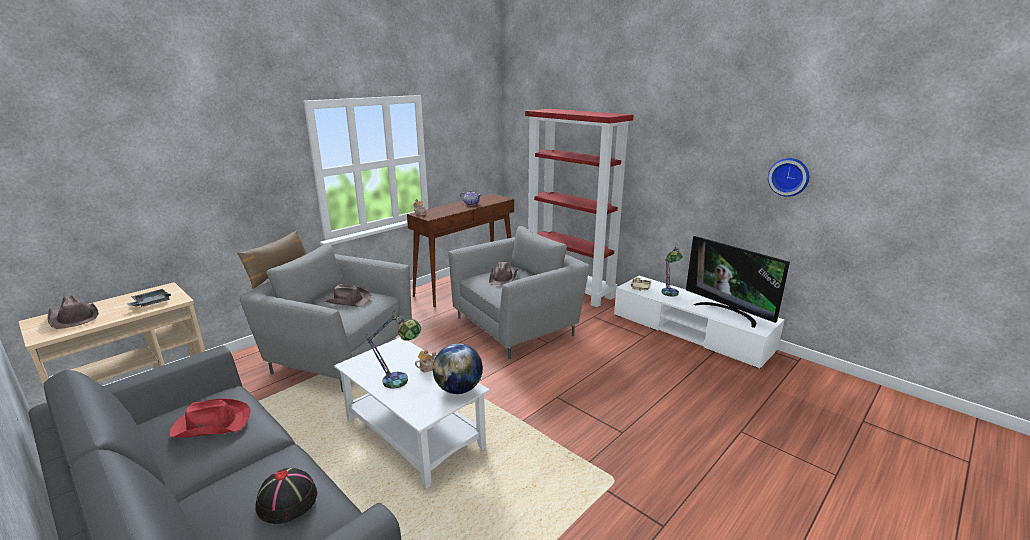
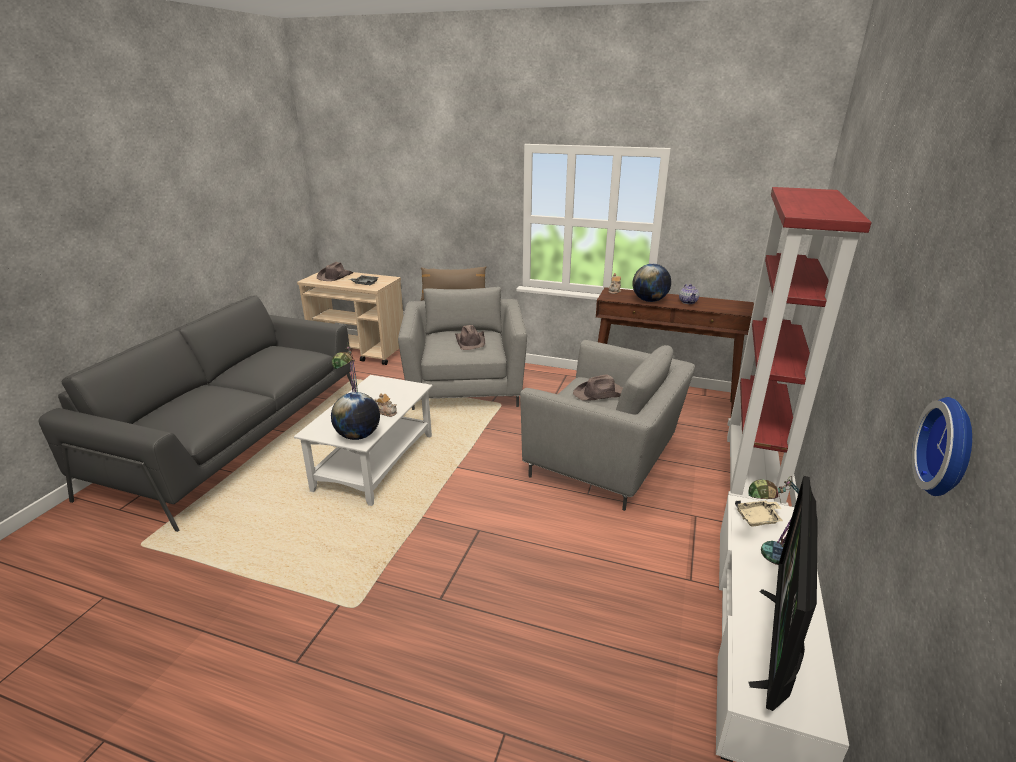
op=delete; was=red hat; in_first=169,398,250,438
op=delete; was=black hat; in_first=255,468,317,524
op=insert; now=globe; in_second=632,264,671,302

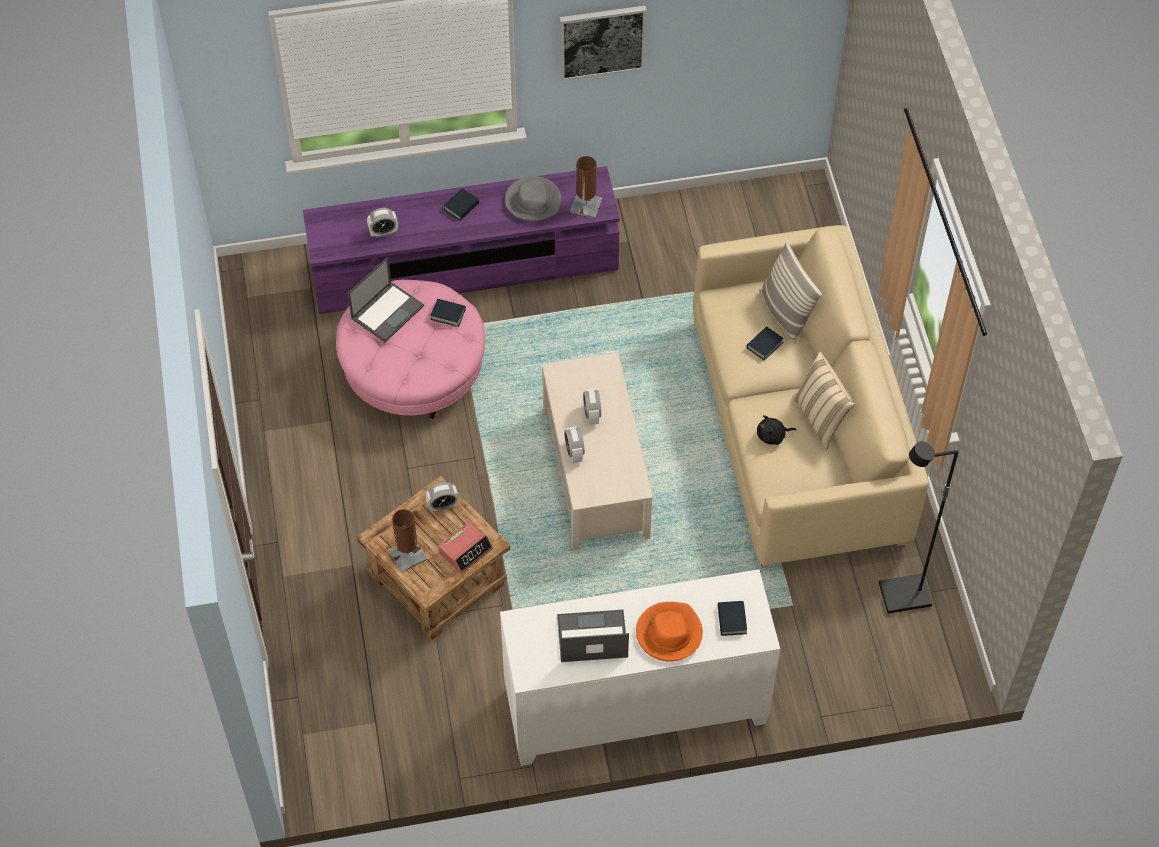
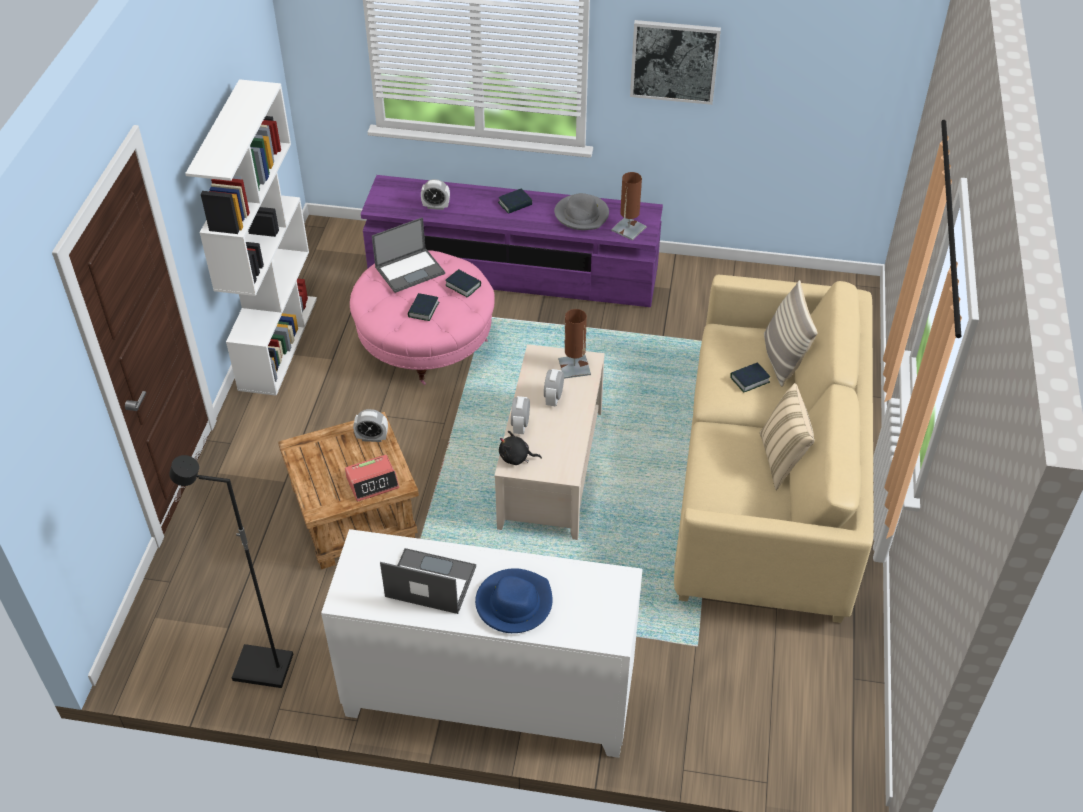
op=move; was=brown table lamp; in_first=389,509,427,572; in_second=558,309,591,379
op=recolor; was=orange hat; now=blue hat; in_first=636,602,703,662; in_second=475,568,553,633
op=move; was=book; in_first=718,601,747,636; in_second=408,293,439,321
op=move; was=black plush toy; in_first=757,415,796,445; in_second=499,431,542,465
op=move; was=black floor lamp; in_first=879,441,959,614; in_second=169,455,293,688
op=insert; now=white bookcase; in_second=185,79,317,396

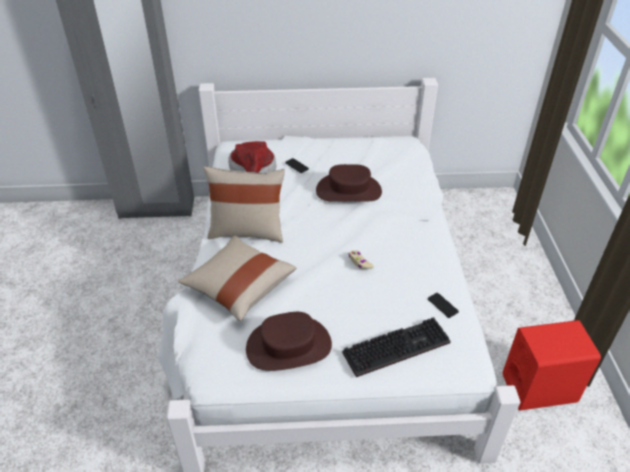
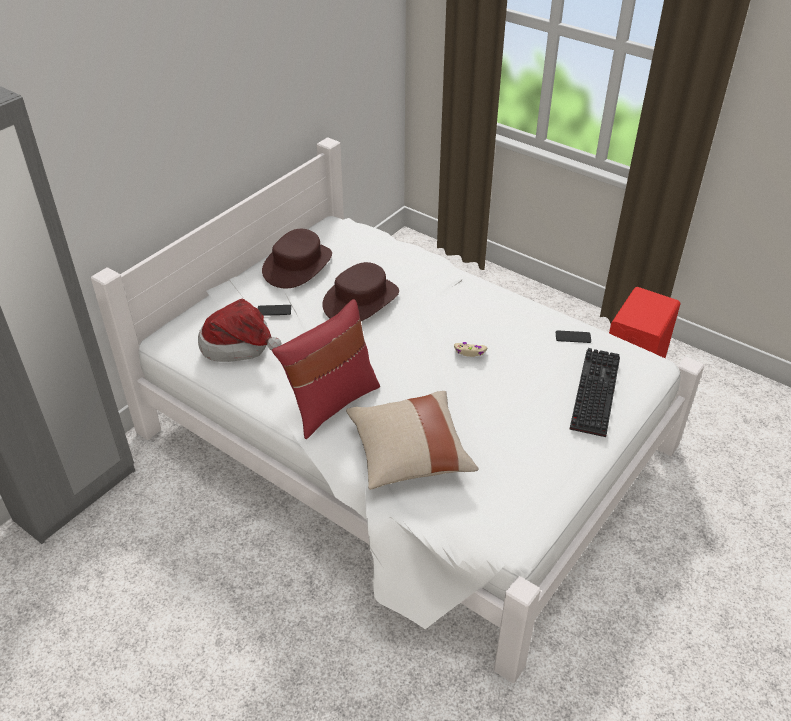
op=recolor; was=beige pillow; now=red pillow; in_first=203,166,285,243; in_second=272,299,380,439
op=move; was=brown hat; in_first=246,312,332,371; in_second=262,229,332,288

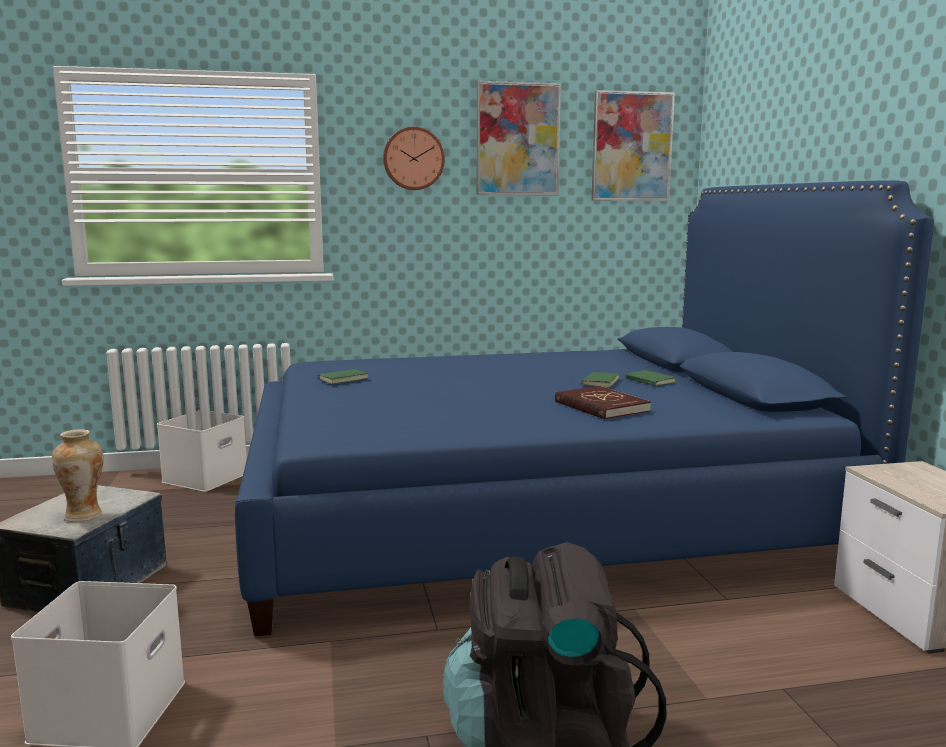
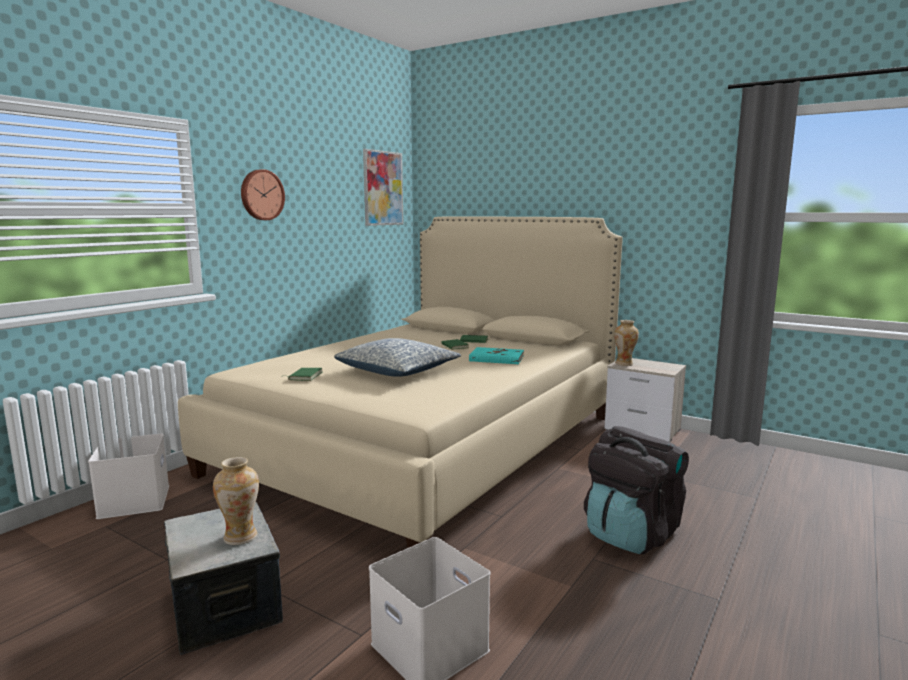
op=recolor; was=blue bed; now=beige bed; in_first=235,181,934,637; in_second=178,216,623,548
op=delete; was=picture; in_first=477,81,561,195
op=recolor; was=red book; now=turquoise book; in_first=555,386,651,420; in_second=469,347,524,364
op=insert; now=pillow; in_second=334,338,461,377
op=insert; now=vase; in_second=614,320,639,366

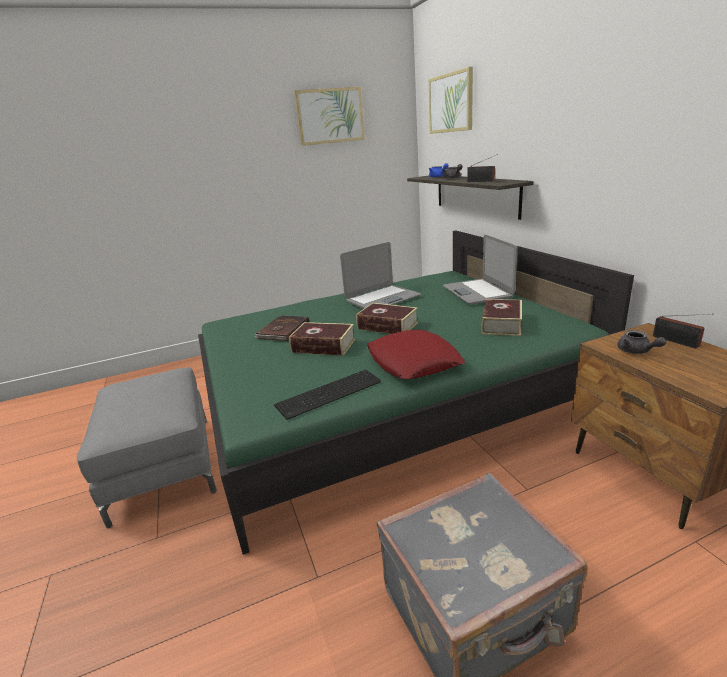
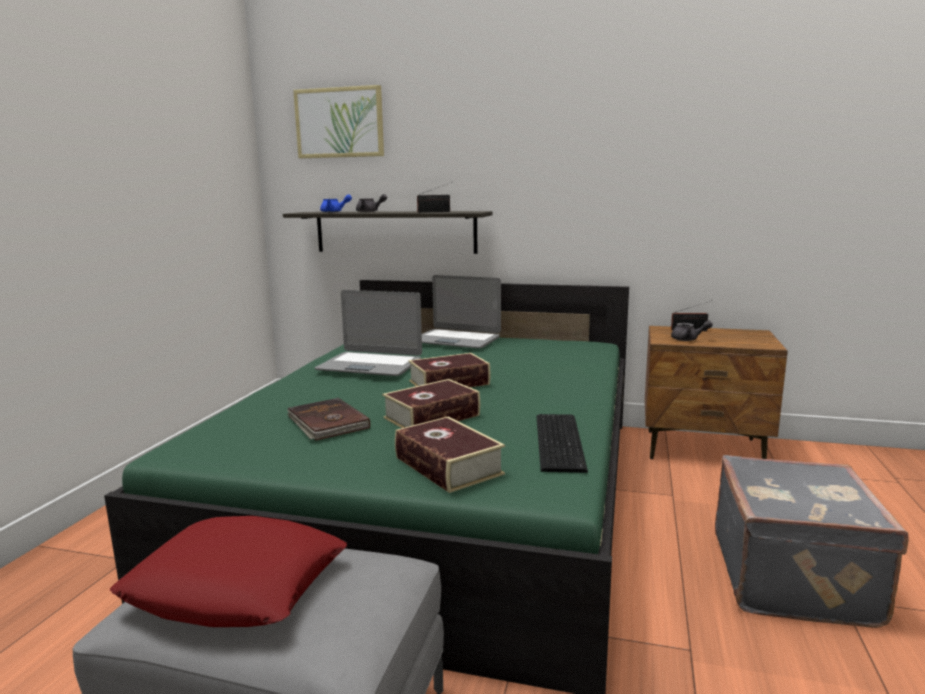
op=delete; was=picture; in_first=294,87,365,146
op=rotate; was=laptop; in_first=340,242,421,309; in_second=315,290,422,376; clockwise=105
op=move; was=red pillow; in_first=367,330,465,379; in_second=110,516,347,627
op=move; was=book; in_first=481,299,522,336; in_second=395,416,505,493

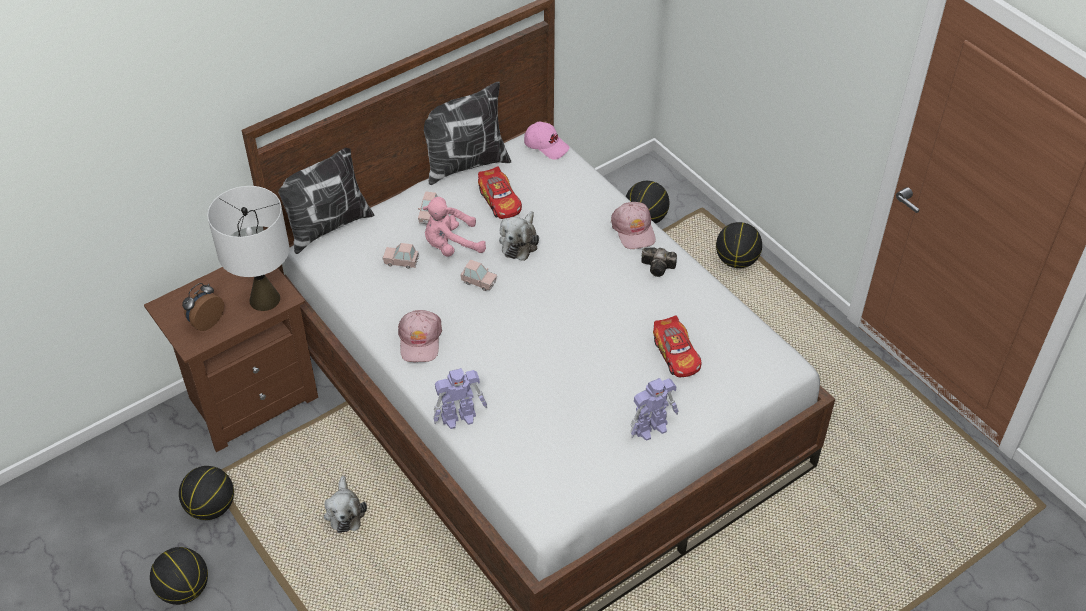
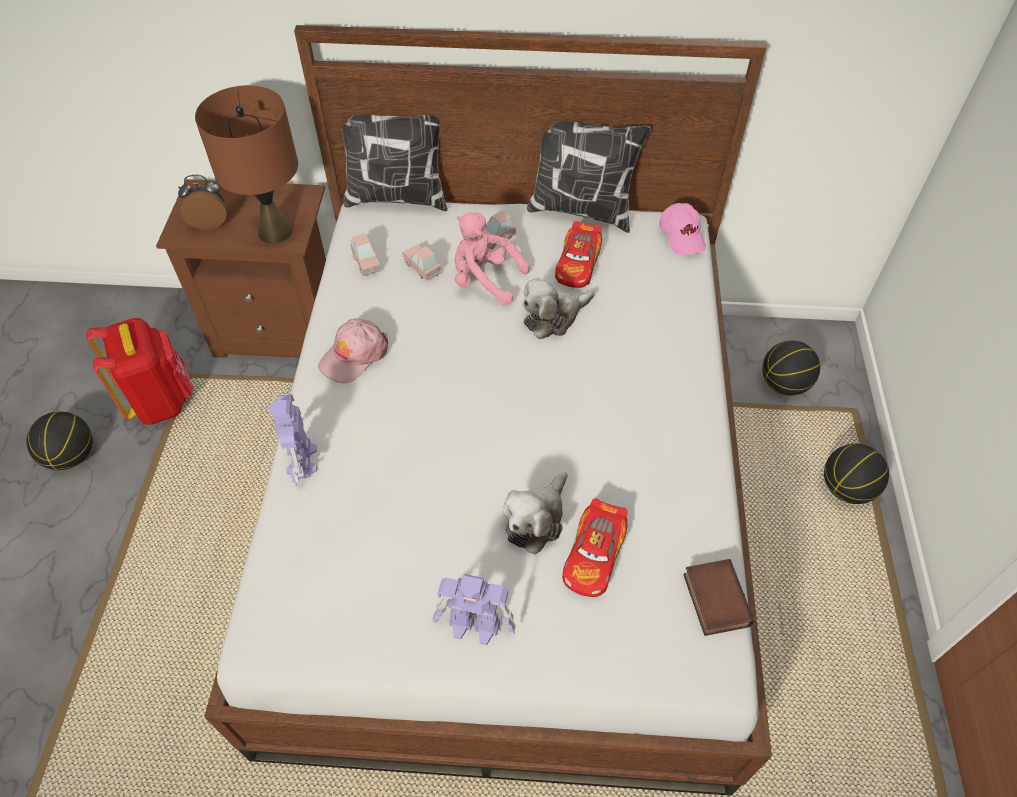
op=replace; was=basketball; now=red backpack; in_first=179,466,234,520; in_second=86,318,193,425
op=recolor; was=white table lamp; now=brown table lamp; in_first=207,186,289,311; in_second=195,85,298,243
op=move; was=plush toy; in_first=324,476,367,533; in_second=503,472,567,554
op=rotate; was=toy robot; in_first=433,368,487,429; in_second=269,394,317,487; clockwise=60
op=move; was=pink toy car; in_first=460,259,497,291; in_second=350,233,380,276
op=delete; was=pink cap; in_first=611,202,656,249
op=delete; was=photo camera; in_first=641,247,677,277
op=insert; now=book; in_second=683,559,754,636

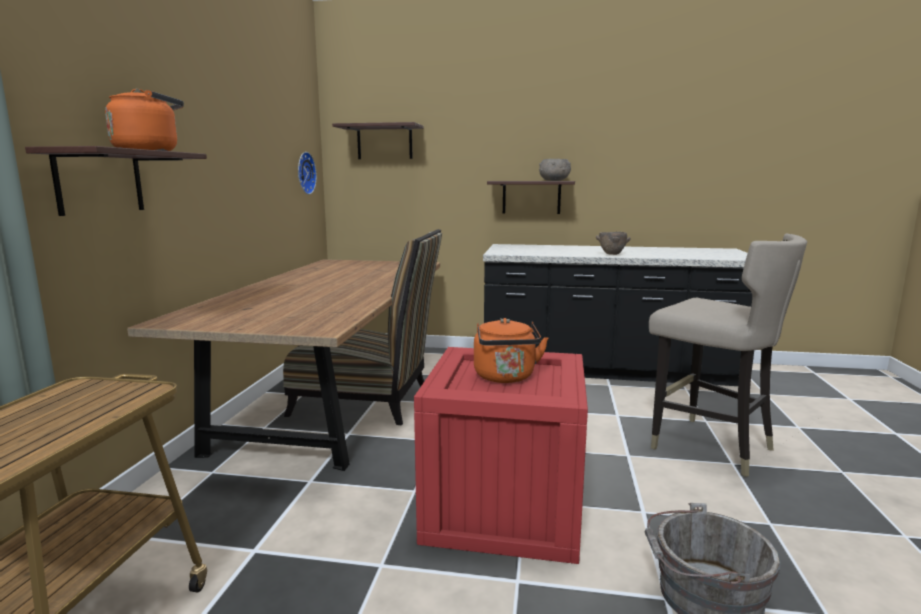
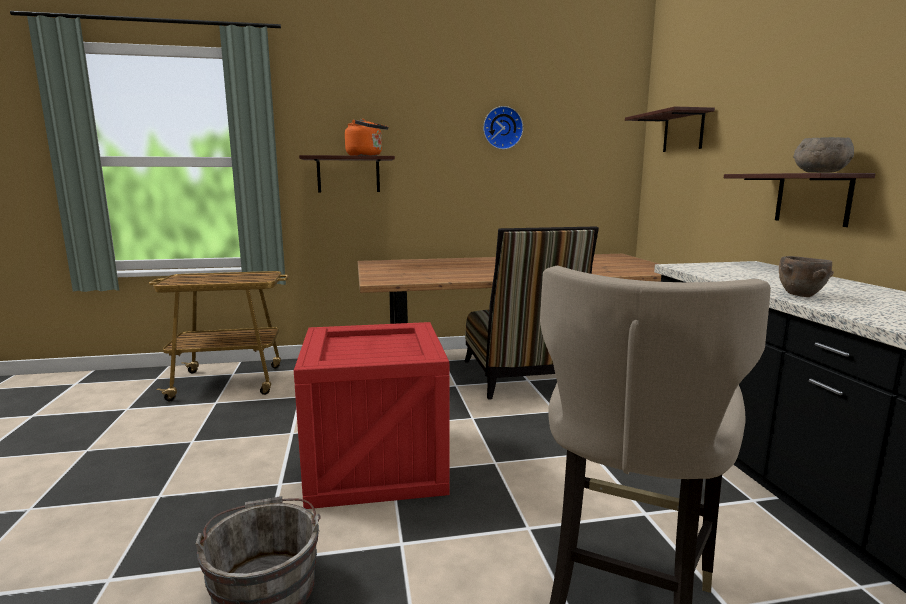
op=move; was=wall clock; in_first=298,152,317,194; in_second=483,106,523,150
op=delete; was=orange kettle; in_first=474,318,548,383

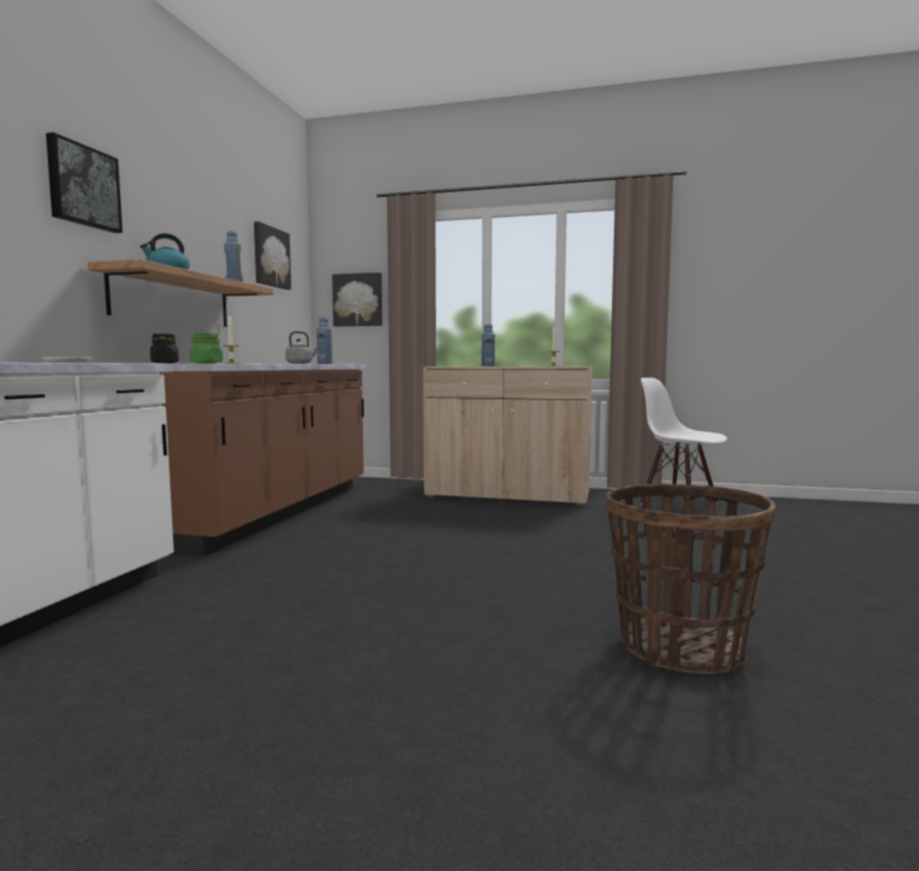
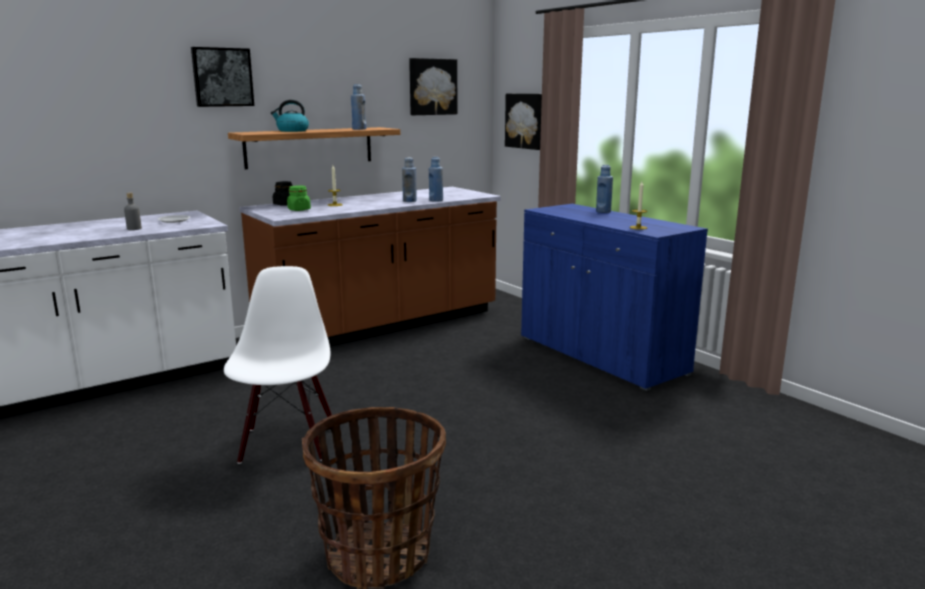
op=replace; was=grey kettle; now=blue bottle; in_first=285,331,319,364; in_second=402,157,417,202
op=recolor; was=beige cabinet; now=blue cabinet; in_first=423,367,592,506; in_second=521,204,708,391
op=move; was=white chair; in_first=640,378,727,505; in_second=224,266,332,464
op=insert; now=grey bottle; in_second=124,193,142,230

